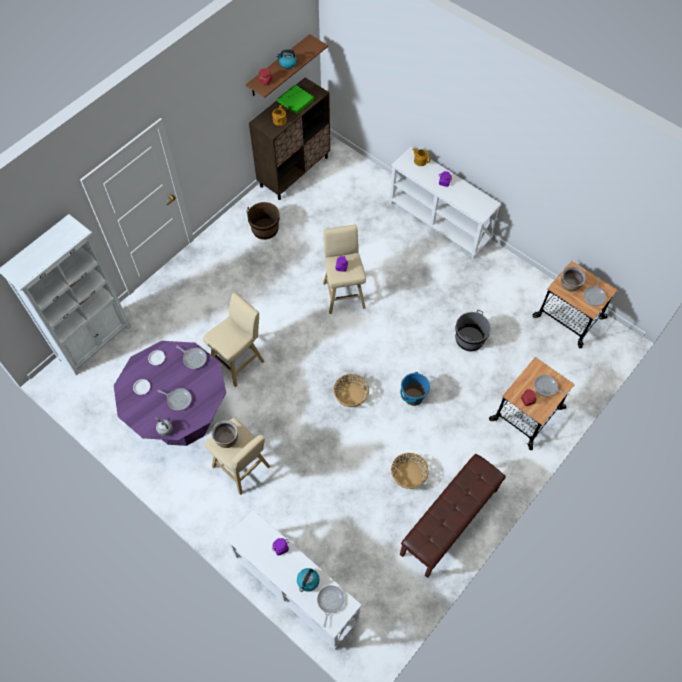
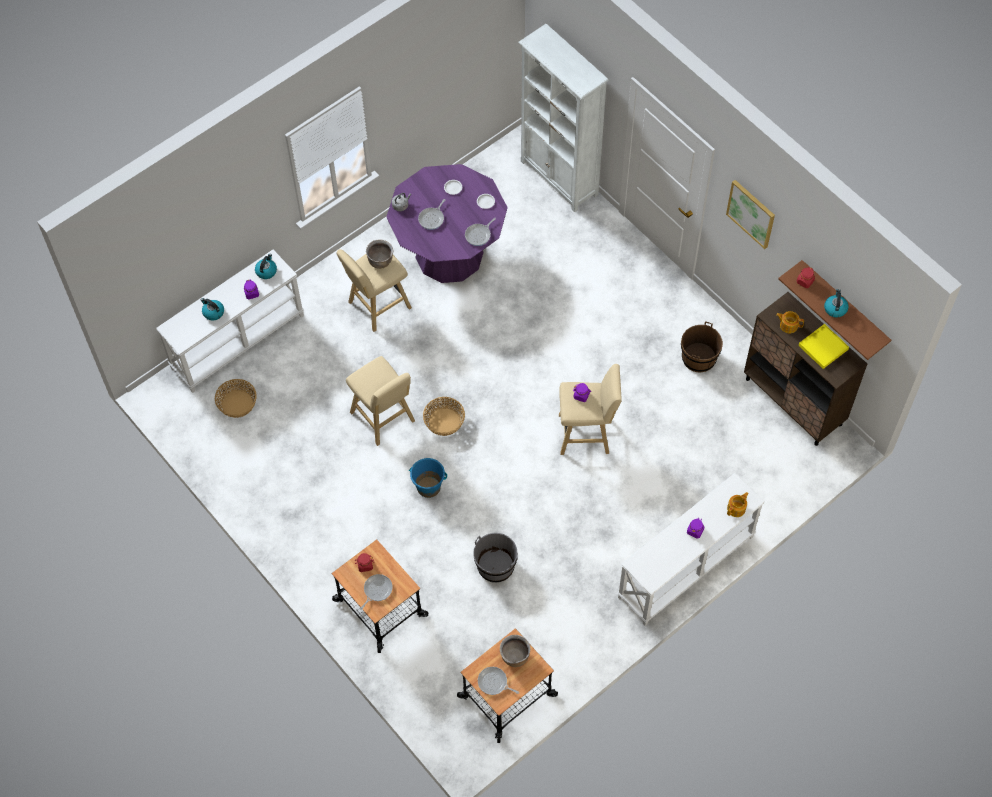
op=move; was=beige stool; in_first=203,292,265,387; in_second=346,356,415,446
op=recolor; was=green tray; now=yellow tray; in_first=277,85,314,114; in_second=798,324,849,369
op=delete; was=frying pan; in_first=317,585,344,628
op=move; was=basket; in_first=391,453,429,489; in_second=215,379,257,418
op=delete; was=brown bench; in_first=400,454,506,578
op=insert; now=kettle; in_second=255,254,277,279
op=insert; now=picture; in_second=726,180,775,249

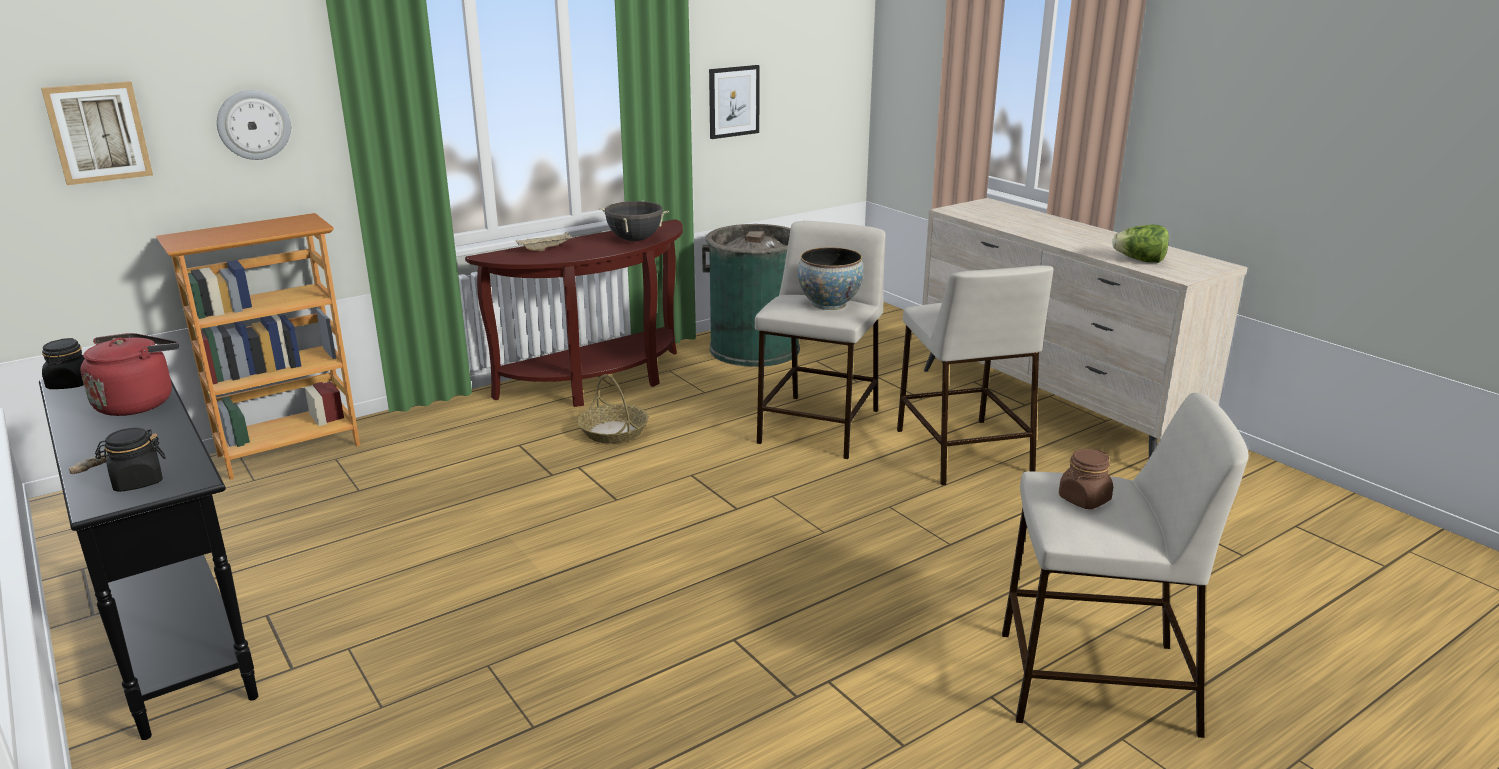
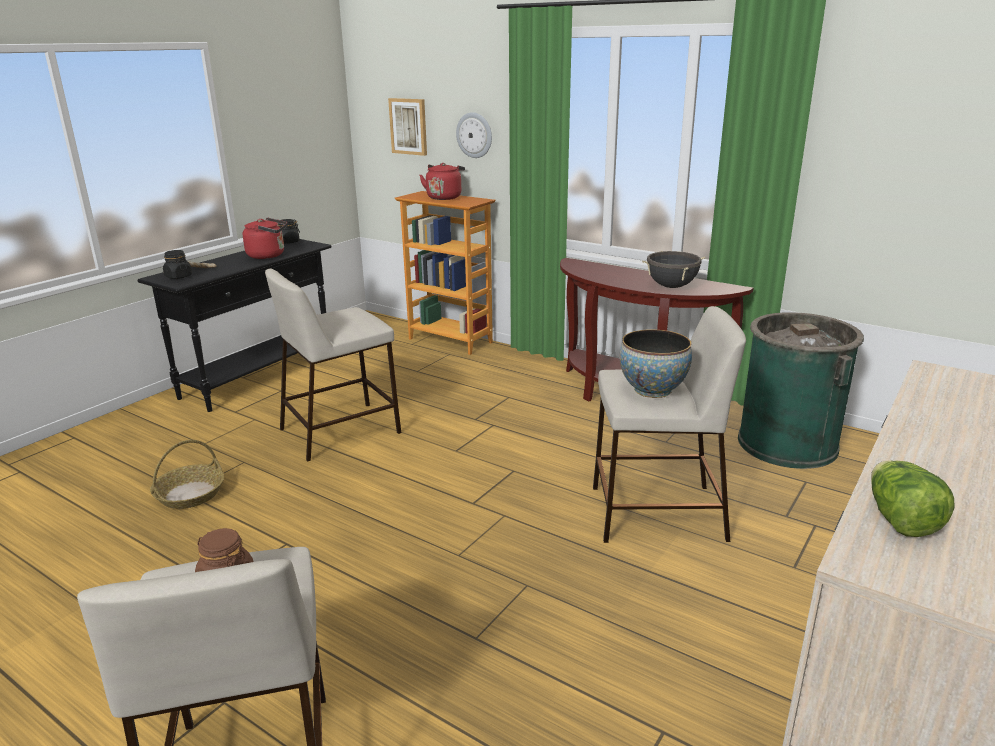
op=delete; was=beige tray; in_first=515,232,575,251
op=move; was=basket; in_first=577,374,649,444; in_second=150,440,224,509
op=delete; was=picture; in_first=709,65,760,139
op=move; was=beige stool; in_first=897,265,1053,486; in_second=265,269,401,462
op=insert; now=red kettle; in_second=420,163,465,200

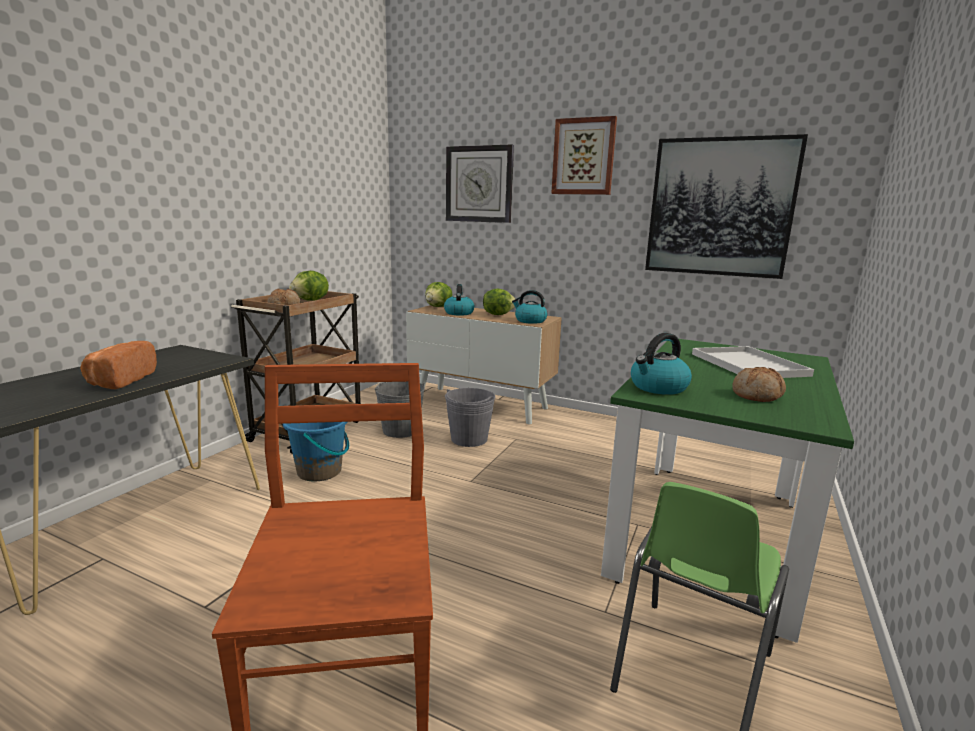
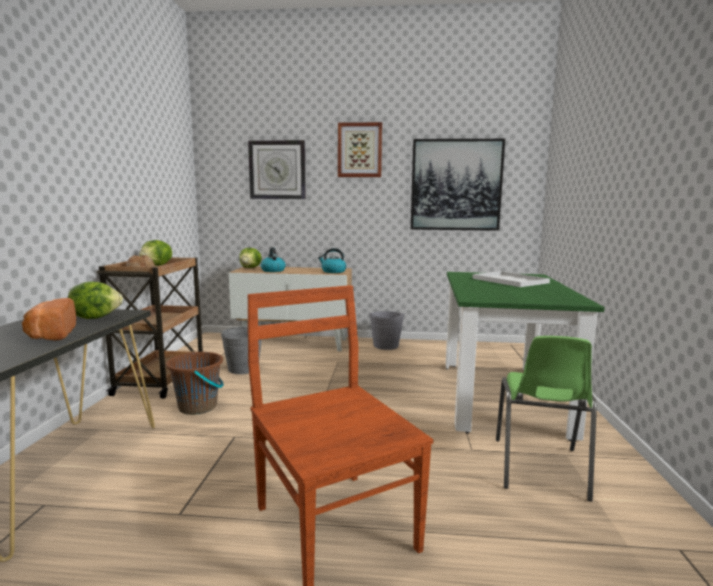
op=recolor; was=blue bucket; now=brown bucket; in_first=283,422,349,482; in_second=166,352,224,415
op=move; was=grey bucket; in_first=445,388,495,447; in_second=369,311,405,350
op=move; was=lettuce; in_first=483,289,516,315; in_second=68,281,123,319
op=delete; was=kettle; in_first=631,333,692,395
op=delete; was=bread; in_first=732,367,786,402

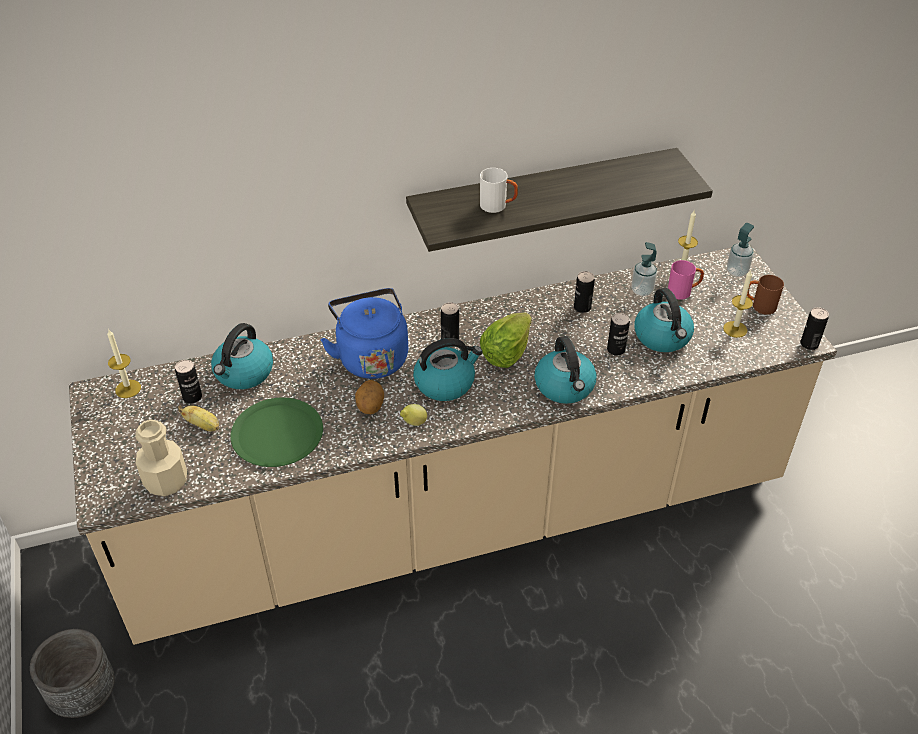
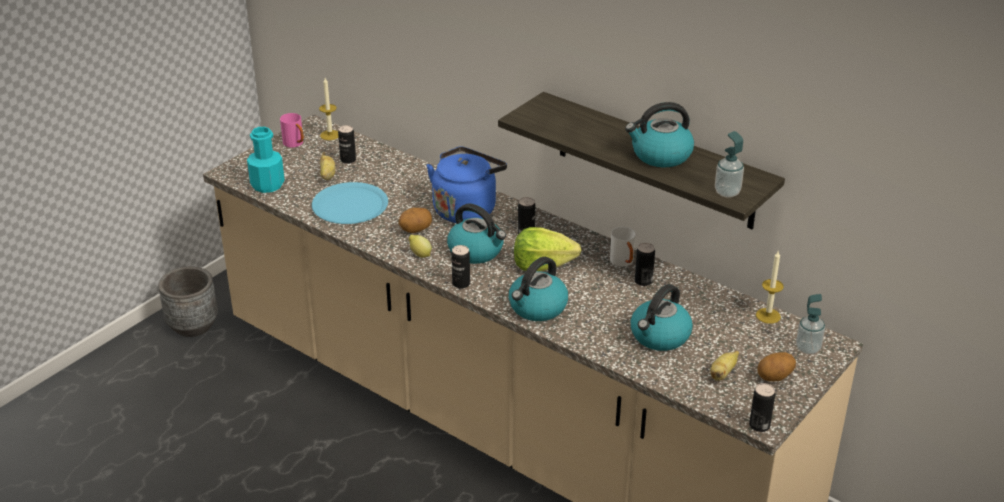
op=recolor; was=beige bottle; now=turquoise bottle; in_first=135,420,187,496; in_second=247,127,285,193
op=move; was=kettle; in_first=211,323,273,389; in_second=625,102,694,167
op=recolor; was=green plate; now=blue plate; in_first=230,398,323,467; in_second=312,182,388,224
op=move; was=white mug; in_first=480,168,518,213; in_second=610,227,636,267
op=move; was=can; in_first=607,313,630,356; in_second=451,245,470,289
op=move; was=soap dispenser; in_first=631,242,657,296; in_second=715,131,744,198
op=move; was=pink mug; in_first=668,260,704,300; in_second=280,113,304,148
op=replace; was=candle; now=banana; in_first=723,270,753,338; in_second=710,351,739,381
op=replace; was=brown mug; now=potato; in_first=747,275,784,315; in_second=757,352,796,382

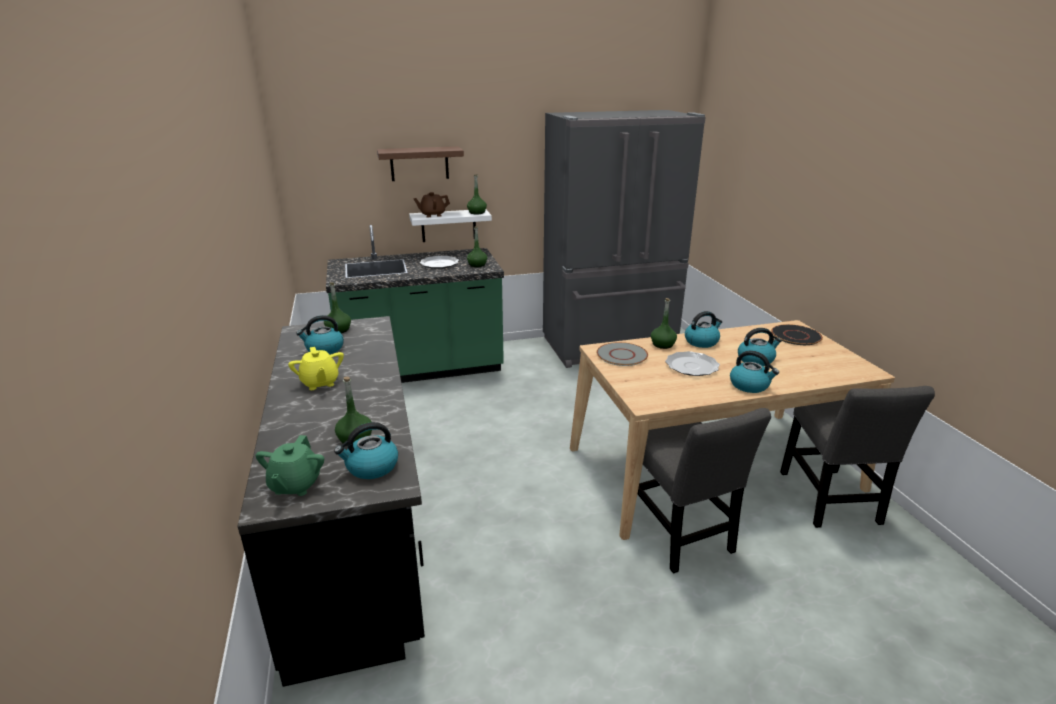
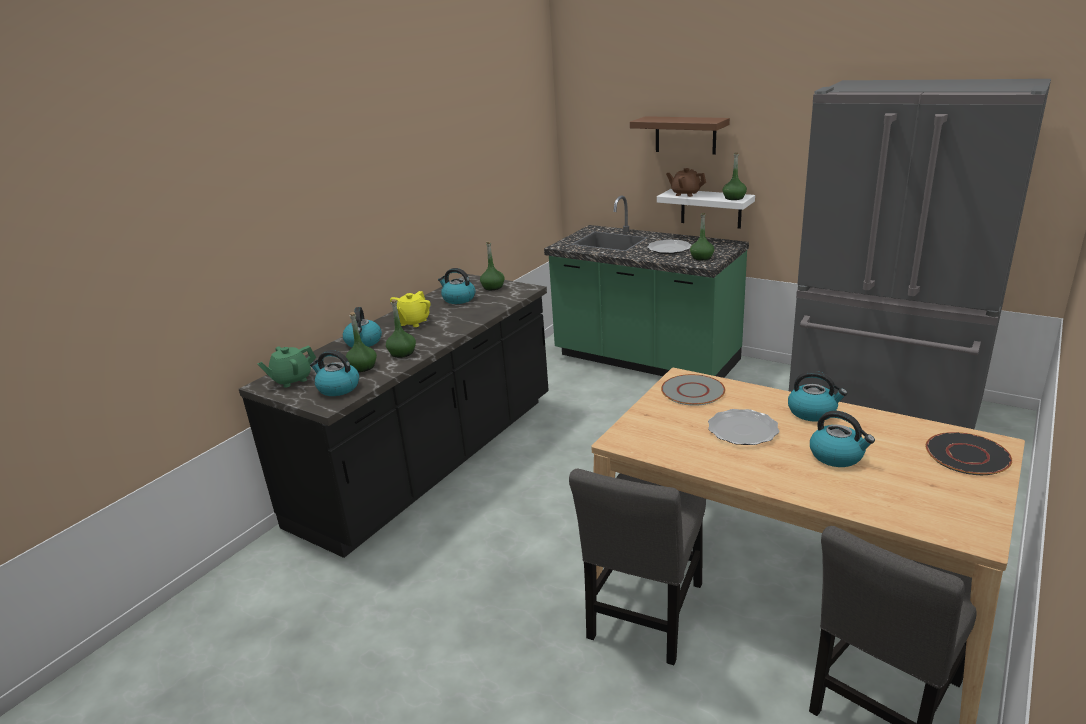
op=move; was=green bottle; in_first=651,298,677,349; in_second=386,299,416,358
op=move; was=kettle; in_first=730,351,779,393; in_second=343,307,382,347

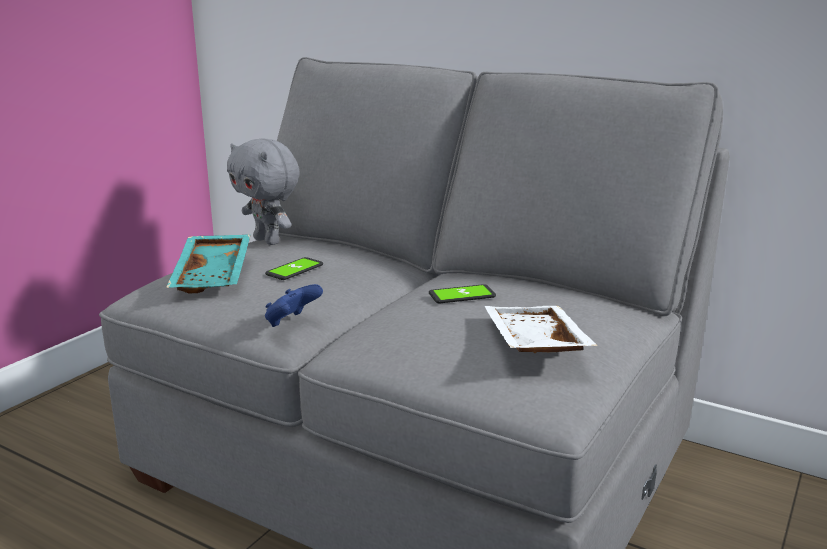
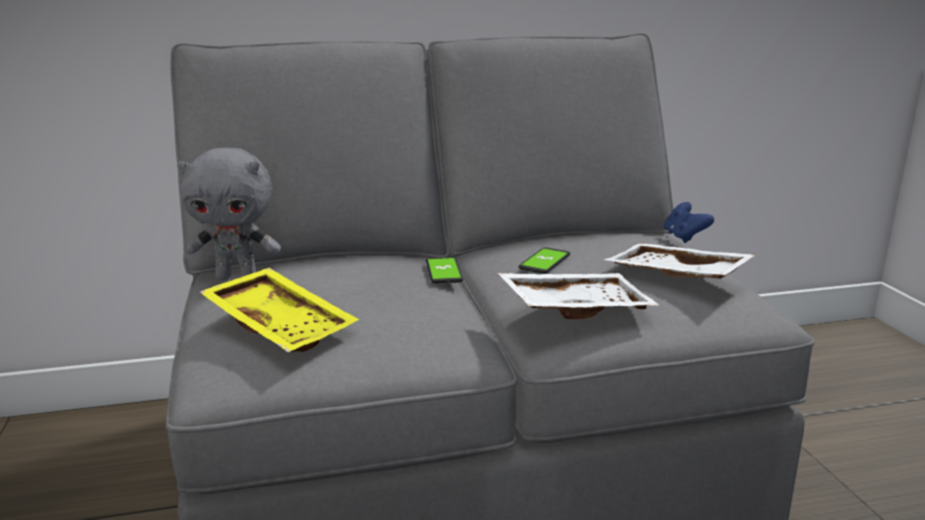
op=recolor; was=turquoise tray; now=yellow tray; in_first=166,234,251,293; in_second=200,268,359,352
op=move; was=phone; in_first=265,257,323,280; in_second=426,257,463,284
op=move; was=blue game controller; in_first=265,284,323,327; in_second=664,202,714,243
op=insert; now=white tray; in_second=498,273,660,319

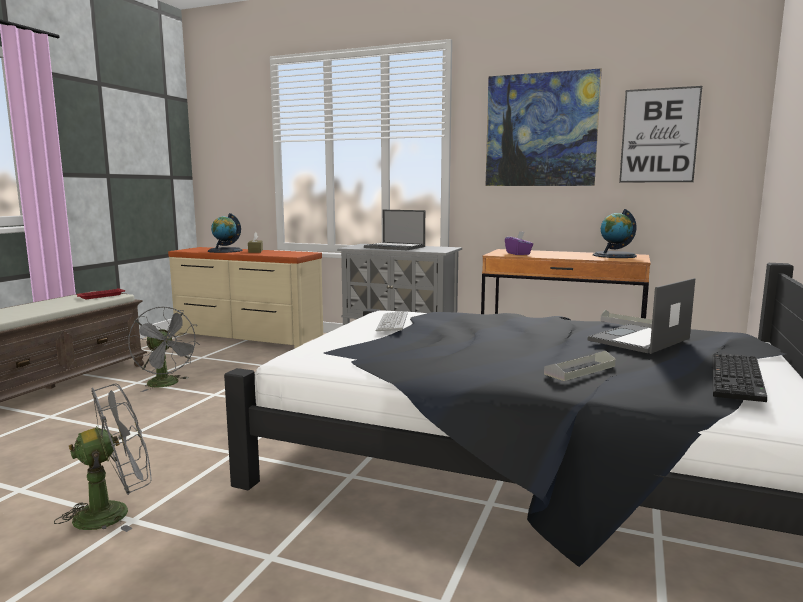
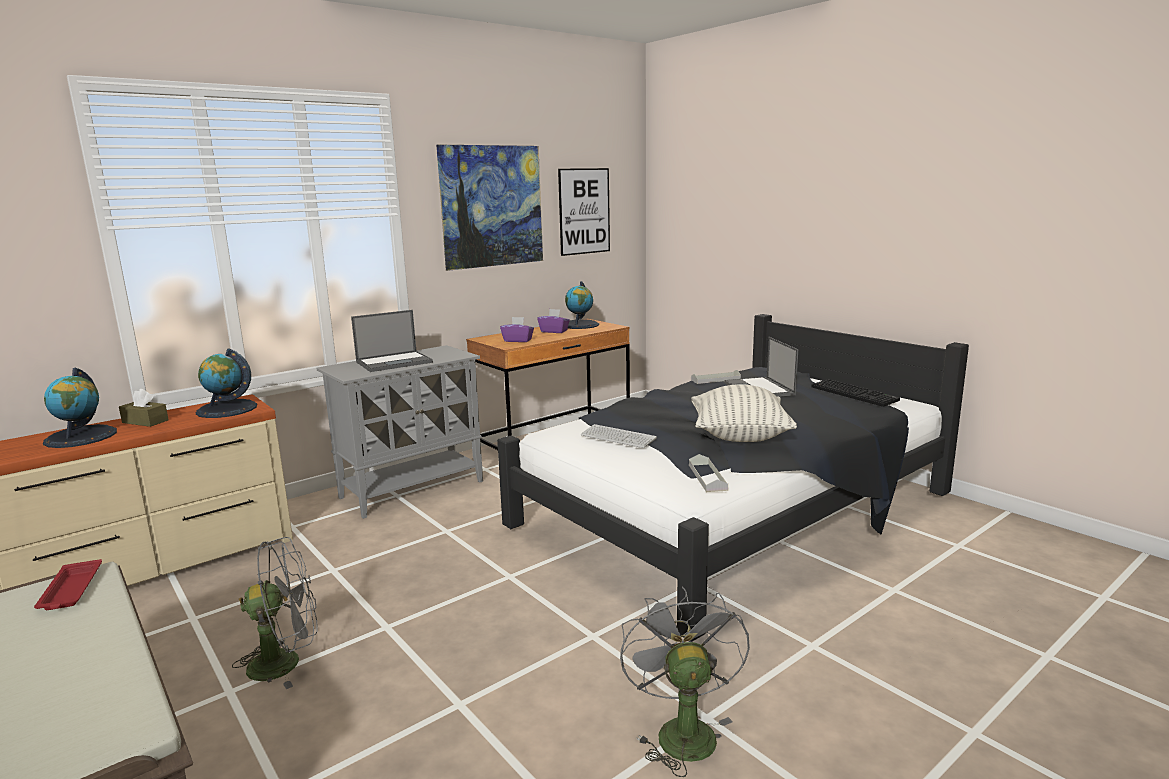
op=move; was=grey tray; in_first=544,351,616,381; in_second=689,454,728,492
op=insert; now=globe; in_second=196,348,257,418
op=insert; now=purple tissue box; in_second=537,309,570,333
op=insert; now=pillow; in_second=691,384,797,442

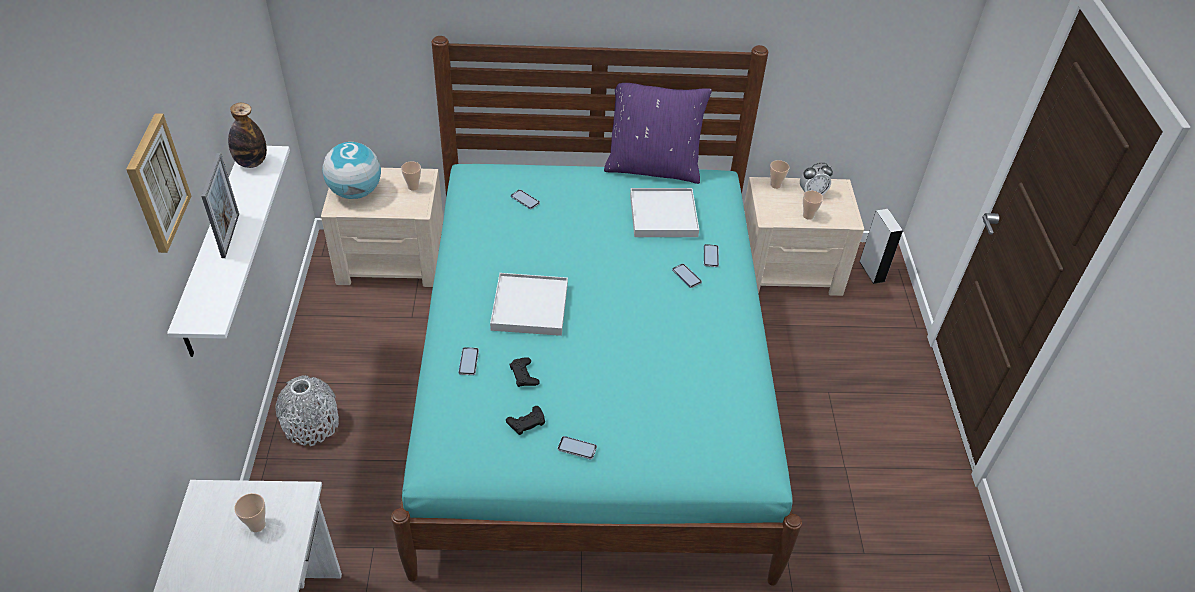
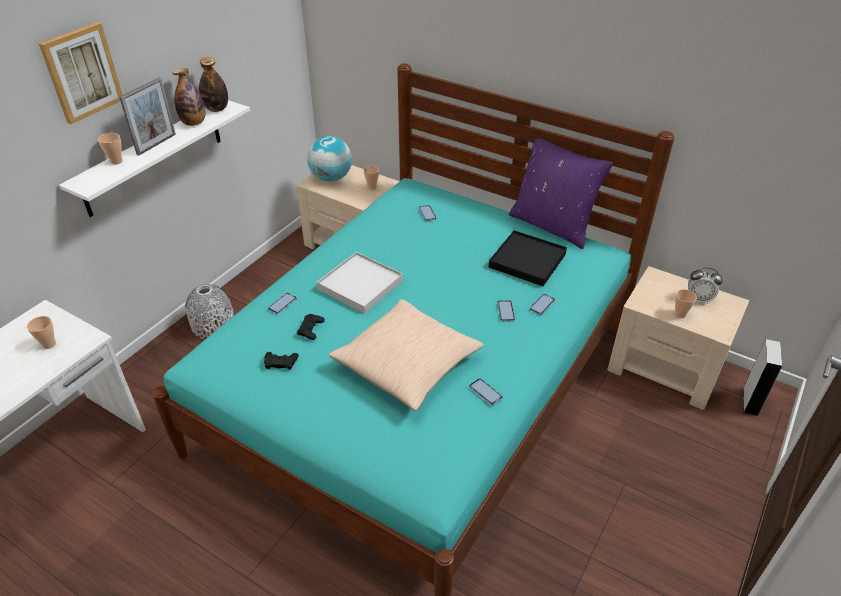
op=move; was=phone; in_first=558,436,597,460; in_second=469,378,503,405
op=recolor; was=white tray; now=black tray; in_first=630,188,699,237; in_second=489,230,567,286
op=move; was=cup; in_first=770,160,790,189; in_second=98,133,123,165
op=insert; now=bottle; in_second=172,68,206,126
op=insert; now=beige pillow; in_second=329,299,484,411

